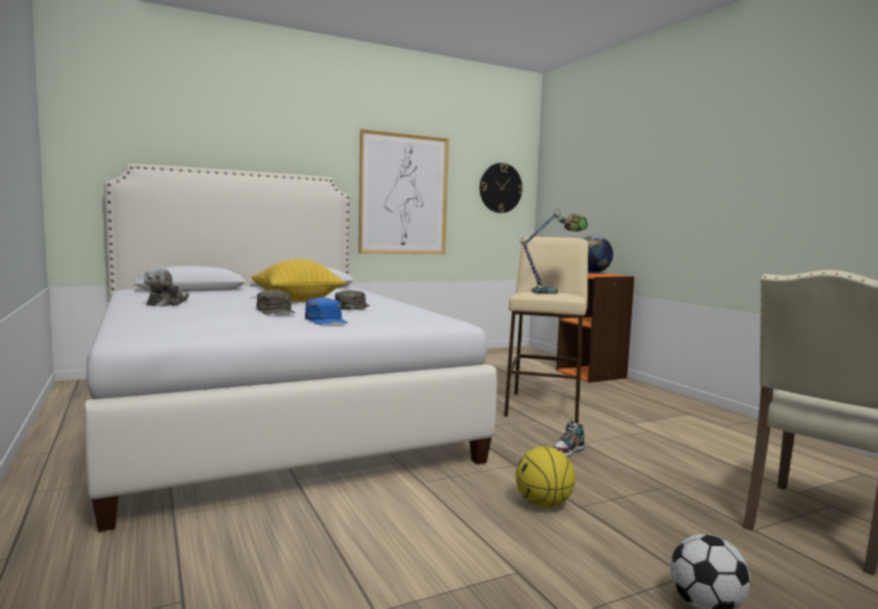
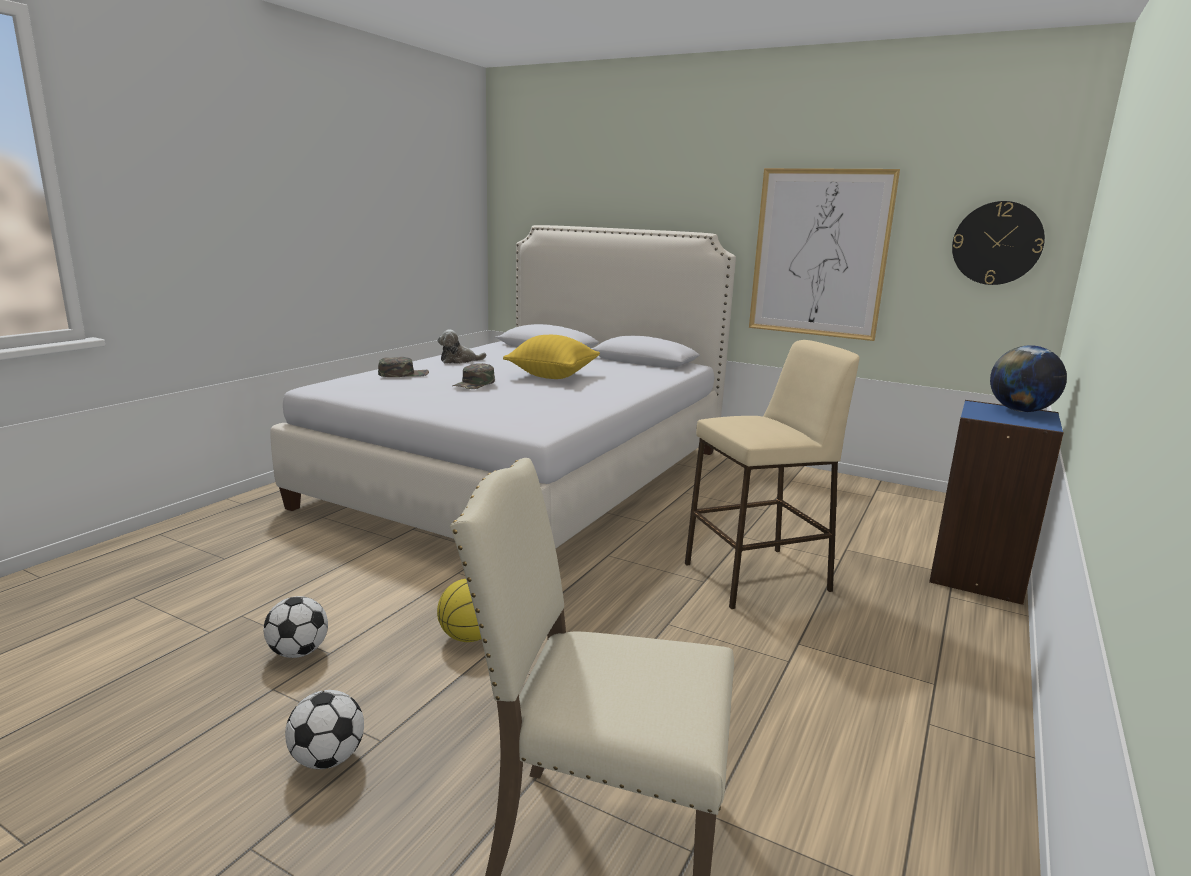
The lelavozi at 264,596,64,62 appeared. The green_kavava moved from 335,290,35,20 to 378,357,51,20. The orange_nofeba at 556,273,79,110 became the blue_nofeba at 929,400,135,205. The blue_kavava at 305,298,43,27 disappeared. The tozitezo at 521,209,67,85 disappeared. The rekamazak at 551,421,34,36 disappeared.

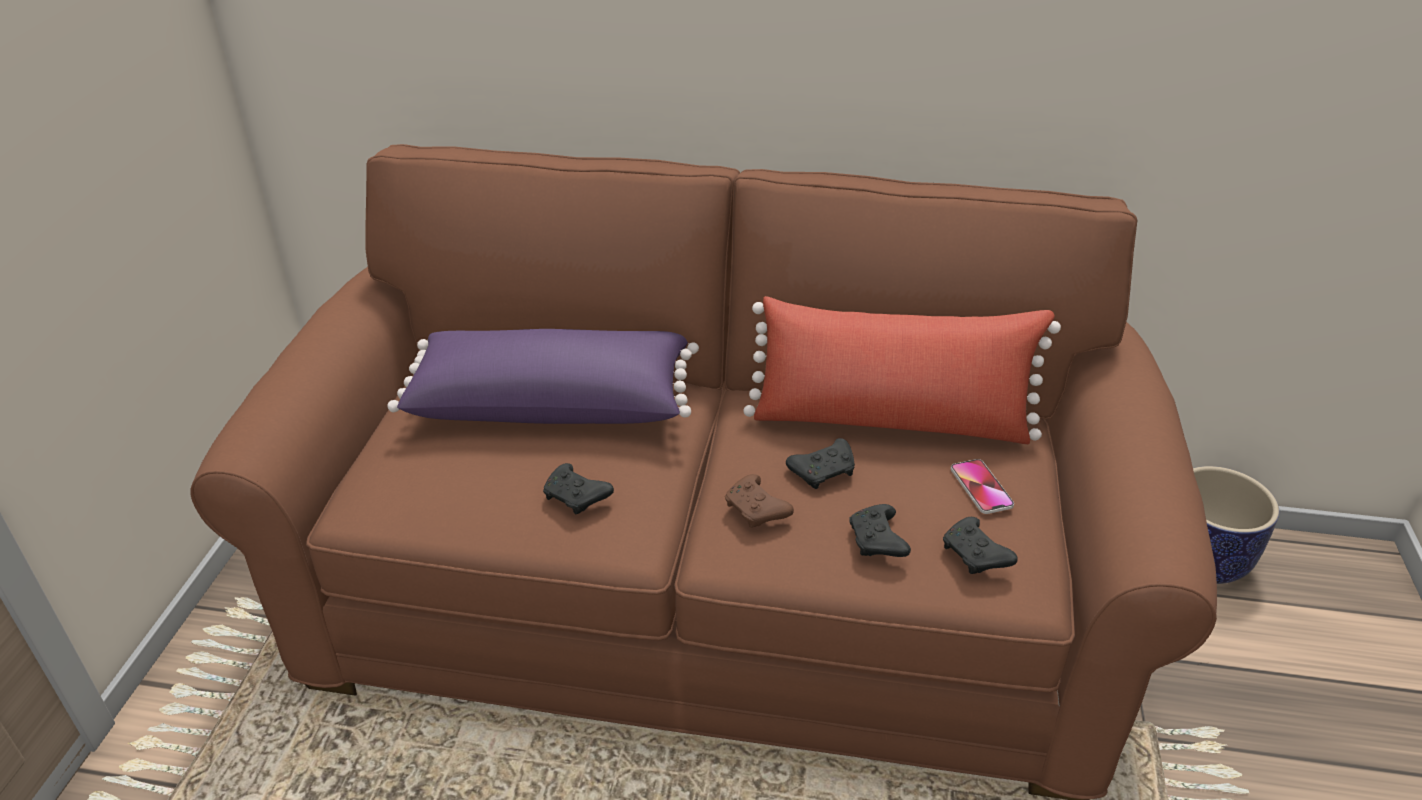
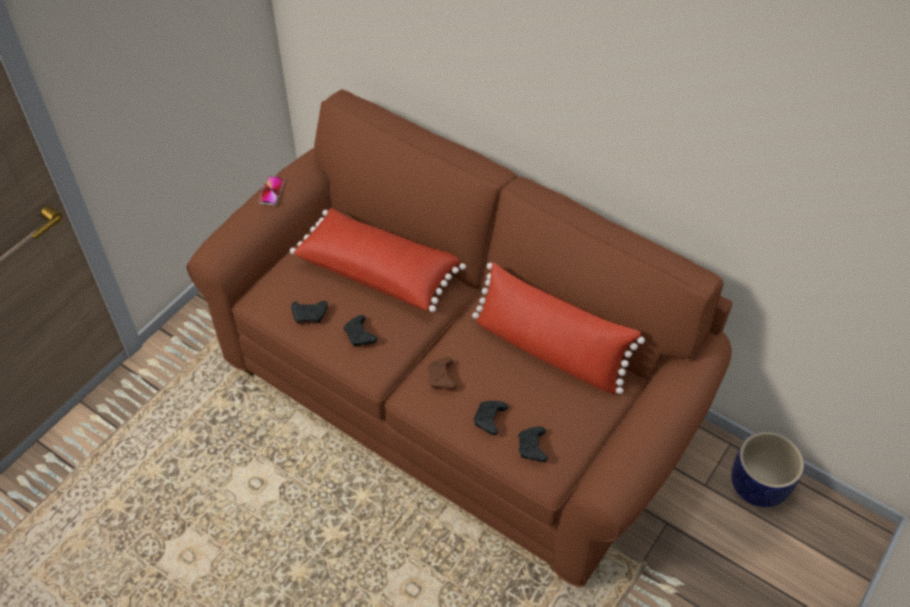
The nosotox moved from 951,459,63,55 to 258,176,27,29. The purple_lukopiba at 387,329,312,95 became the red_lukopiba at 290,207,176,105. The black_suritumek moved from 786,438,69,51 to 291,301,37,23.

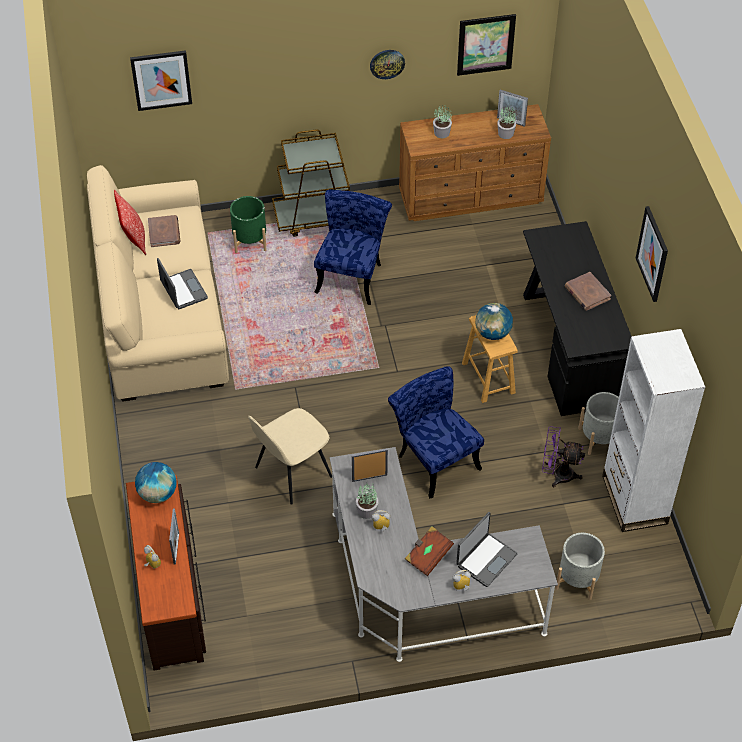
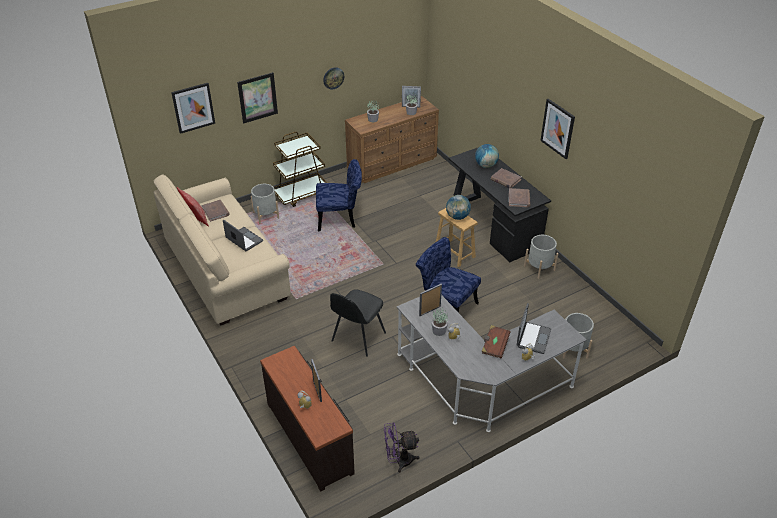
The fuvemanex moved from 457,14,59,62 to 237,72,41,52. The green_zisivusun at 230,196,37,57 became the grey_zisivusun at 251,184,28,40. The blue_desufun at 314,189,78,116 turned 90 degrees clockwise. The beige_desufun at 248,408,84,97 became the black_desufun at 330,289,56,68. The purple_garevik moved from 542,426,43,61 to 384,422,35,51. The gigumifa moved from 135,462,42,41 to 475,144,24,24. The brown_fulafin at 509,188,21,19 appeared. The white_nofeba at 602,329,103,203 disappeared.

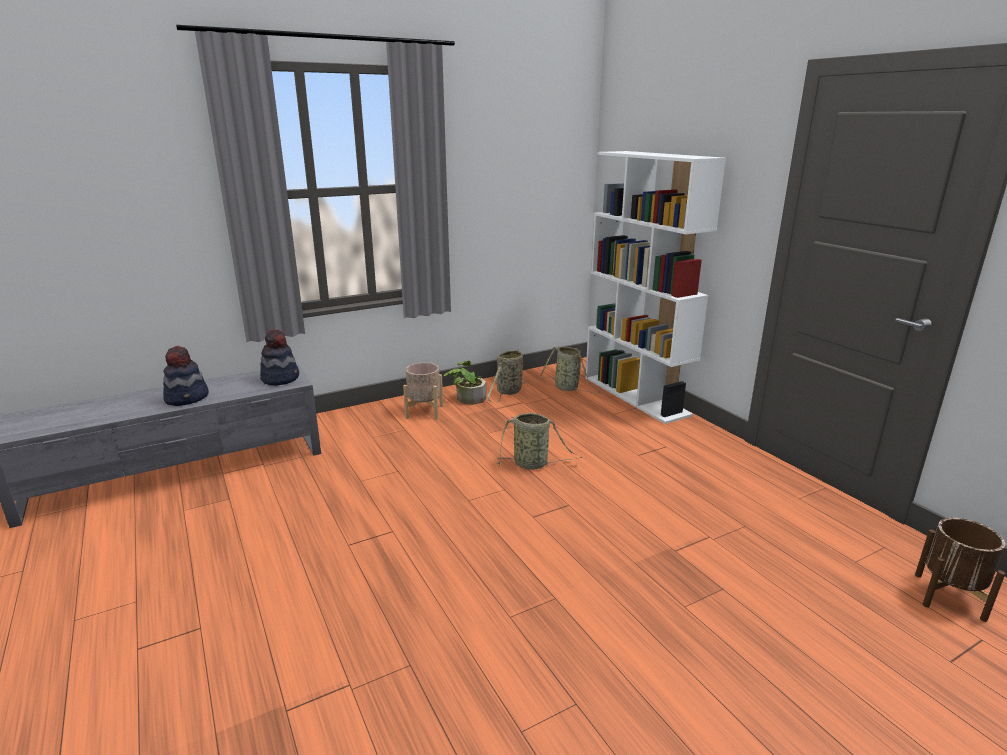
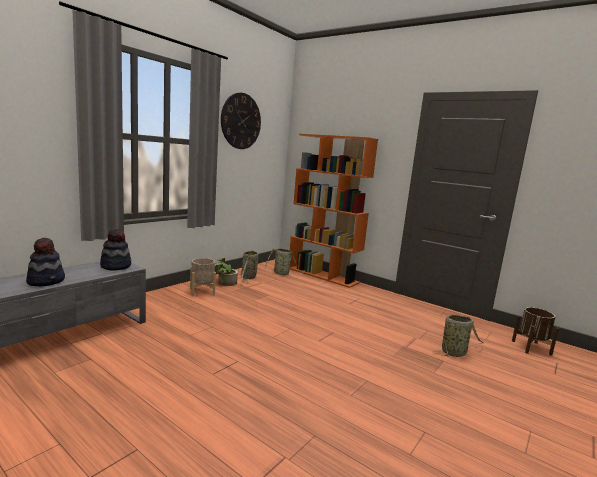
The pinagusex at 221,93,40,56 appeared. The white_nofeba at 585,151,141,273 became the orange_nofeba at 290,134,88,154. The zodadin moved from 495,413,88,56 to 432,314,51,43.

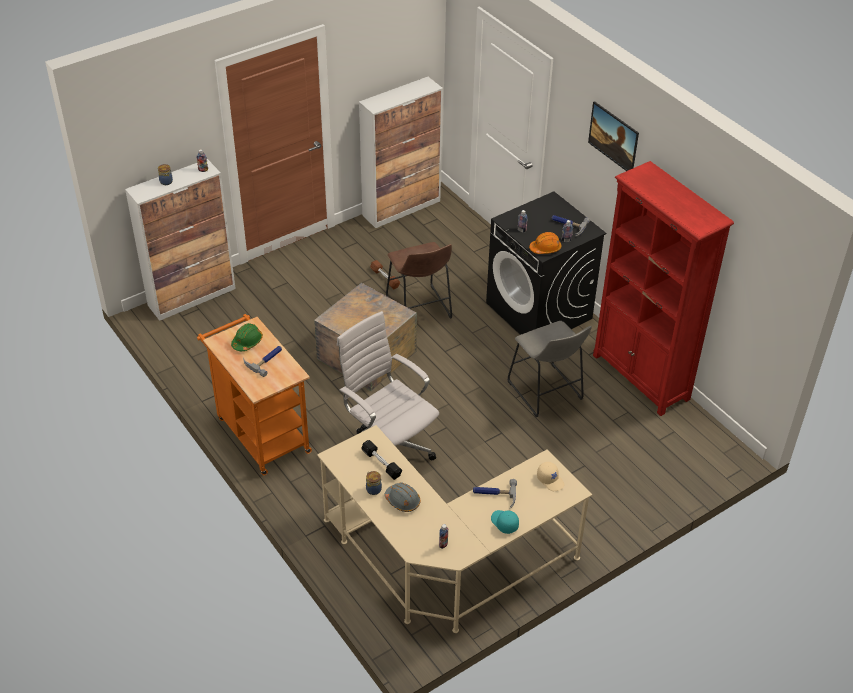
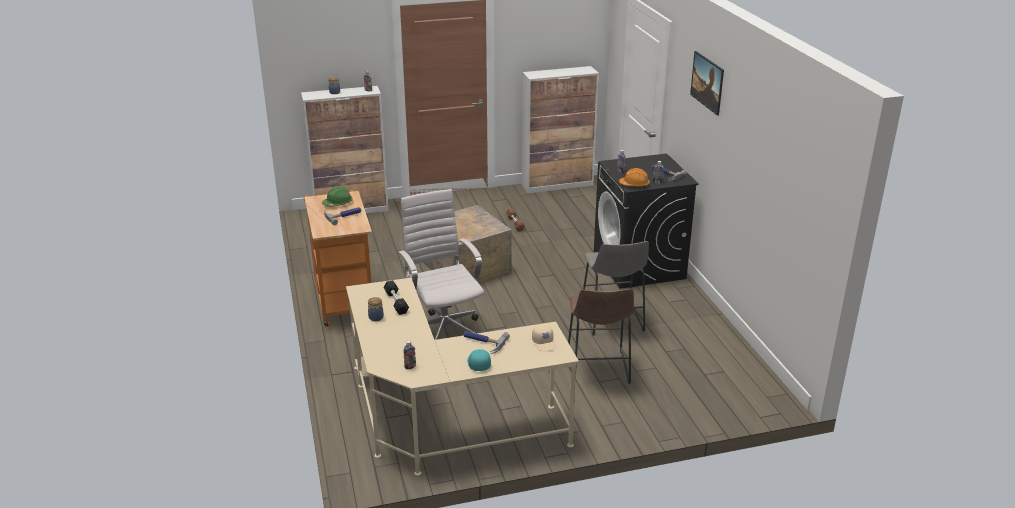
The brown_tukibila moved from 386,242,66,76 to 568,288,66,96. The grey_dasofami at 385,483,36,29 disappeared. The red_nofeba at 593,161,141,255 disappeared.

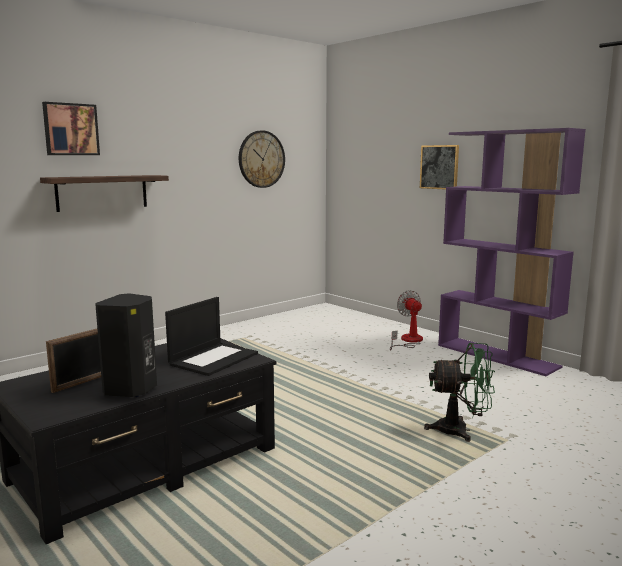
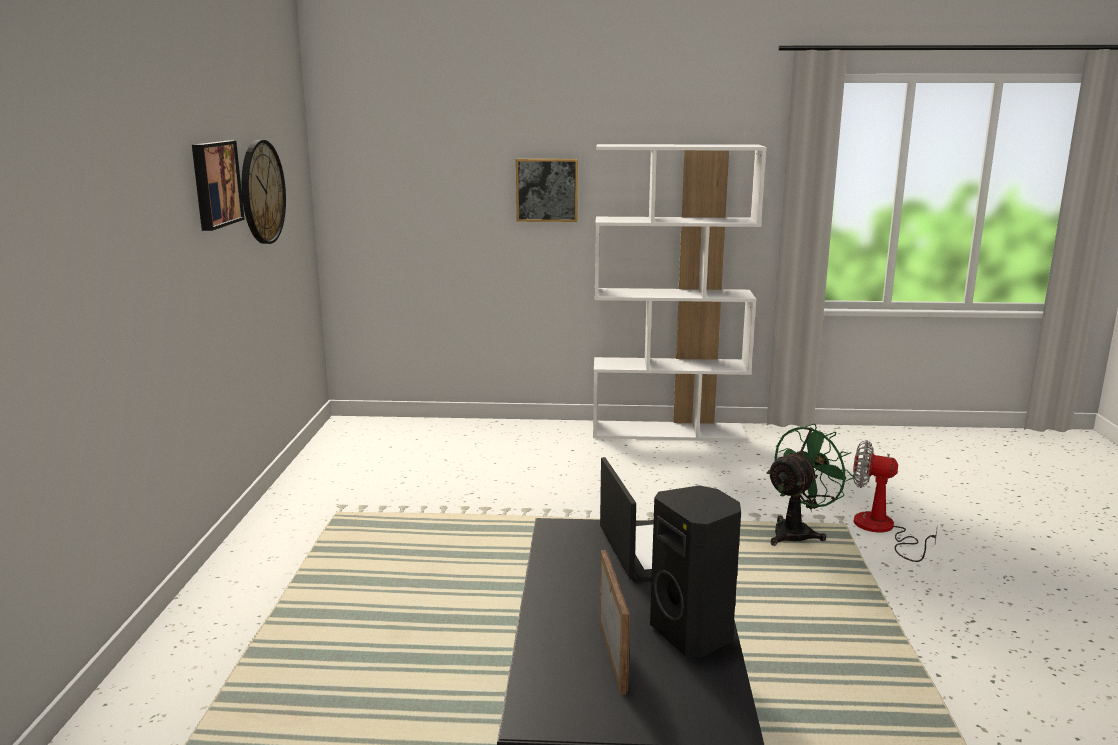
The fuvemanex moved from 42,102,58,53 to 192,141,53,90. The purple_nofeba at 438,128,148,248 became the white_nofeba at 593,144,174,297. The garevik moved from 390,290,33,60 to 853,440,85,122. The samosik at 40,175,129,37 disappeared.

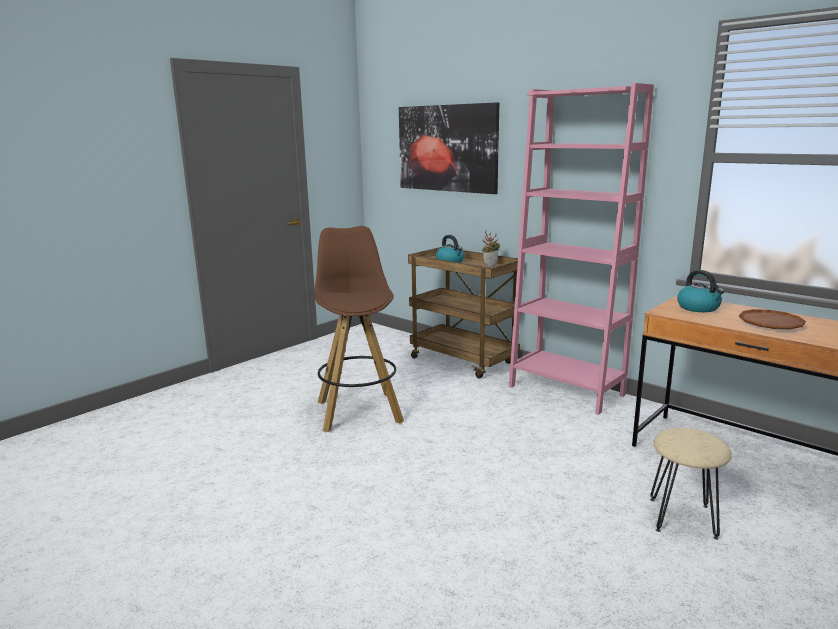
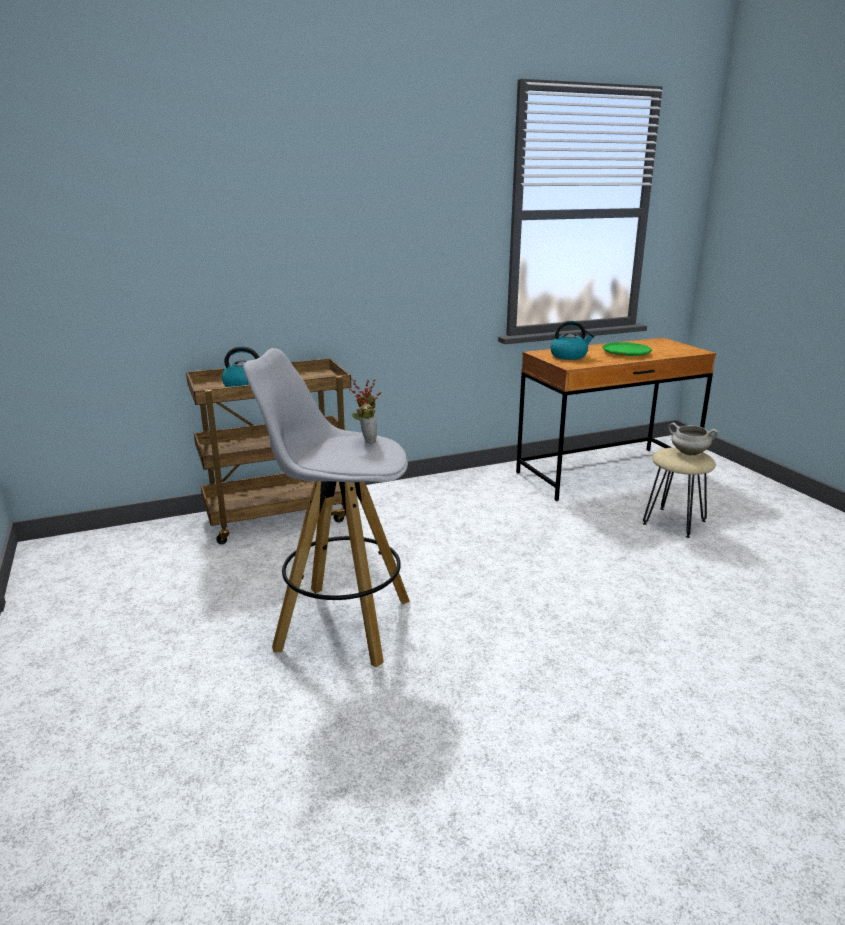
The brown_tukibila at 315,226,89,206 became the white_tukibila at 243,348,167,319. The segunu moved from 482,231,18,37 to 348,378,34,66. The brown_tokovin at 739,309,67,20 became the green_tokovin at 602,342,50,14. The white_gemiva at 669,423,49,32 appeared. The fuvemanex at 399,102,100,92 disappeared. The pink_nofeba at 509,83,145,332 disappeared.

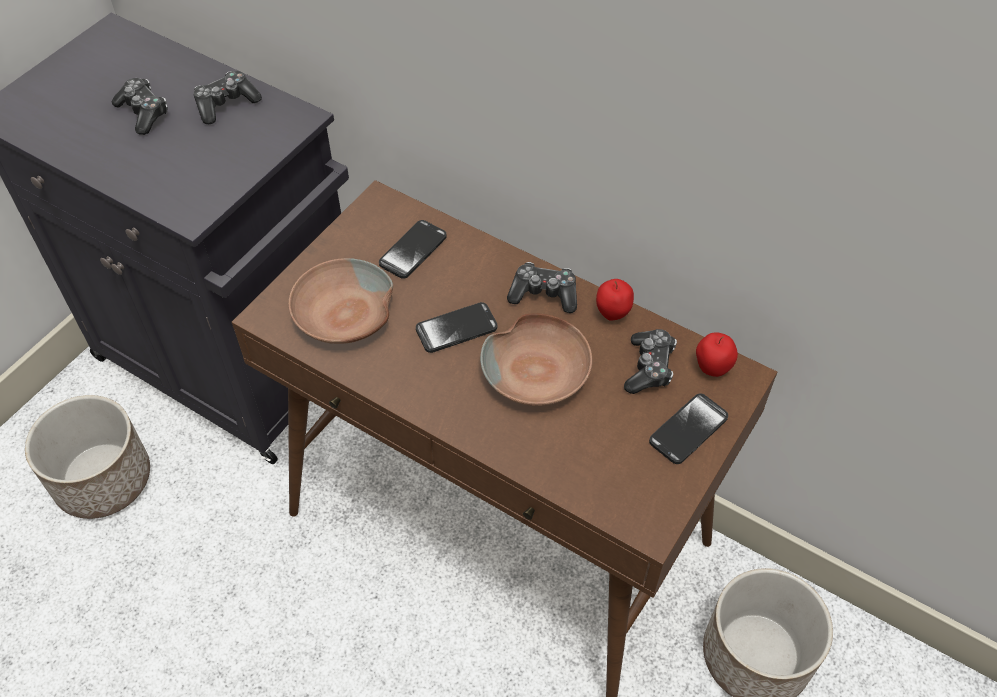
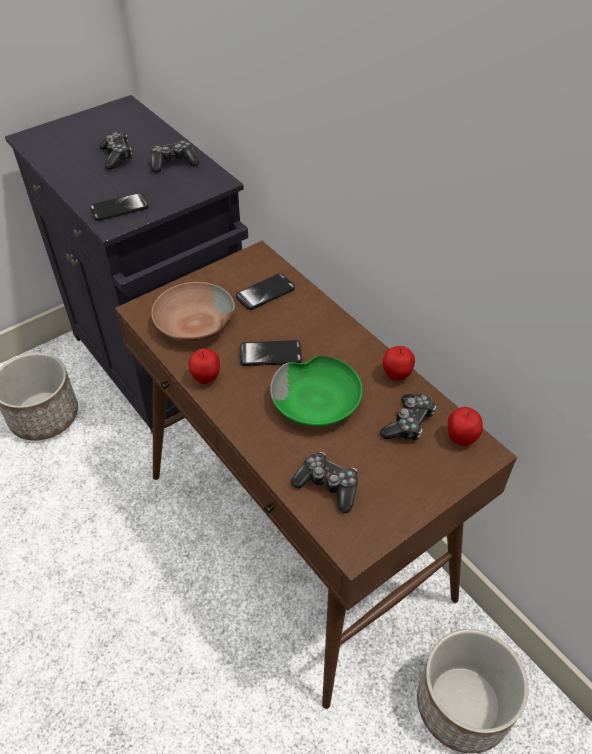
The nosotox moved from 649,393,79,71 to 89,193,60,28. The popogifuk at 189,348,31,36 appeared. The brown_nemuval at 480,313,112,93 became the green_nemuval at 270,355,93,72. The suritumek moved from 507,262,70,51 to 291,452,67,61.

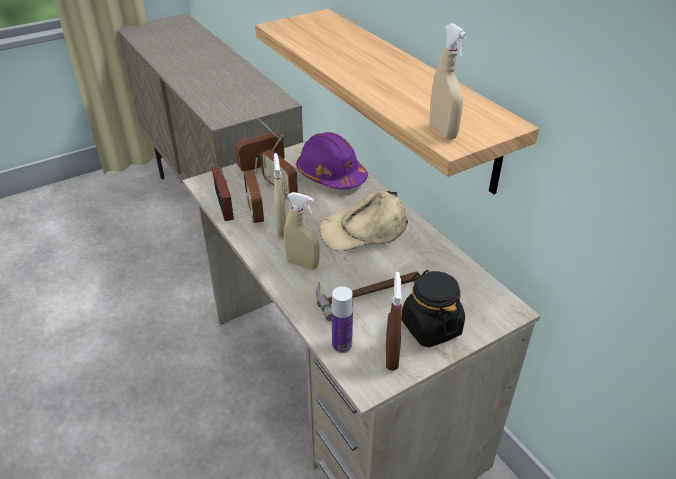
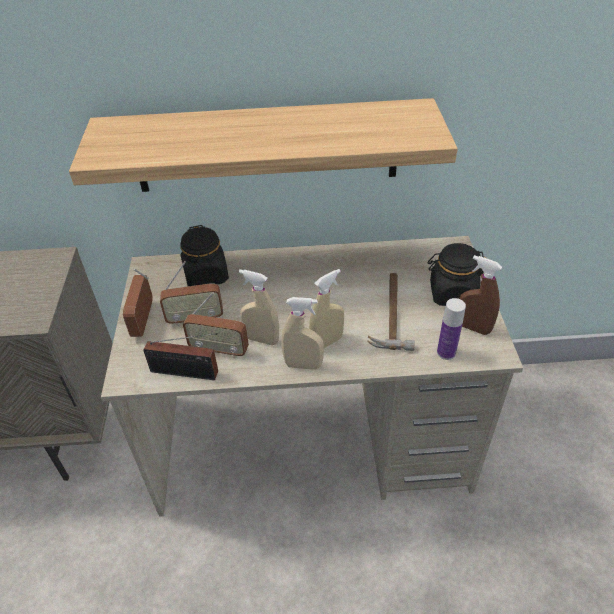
The purple_dasofami at 296,132,72,57 was replaced by the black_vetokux at 180,225,49,61. The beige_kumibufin moved from 430,23,37,117 to 281,297,43,73. The beige_kavava at 320,191,88,60 disappeared.

